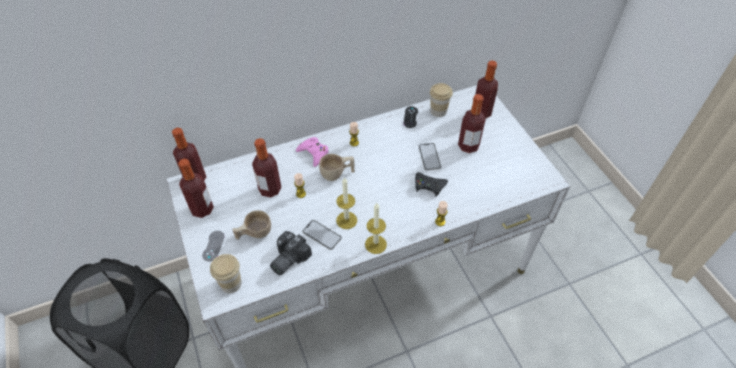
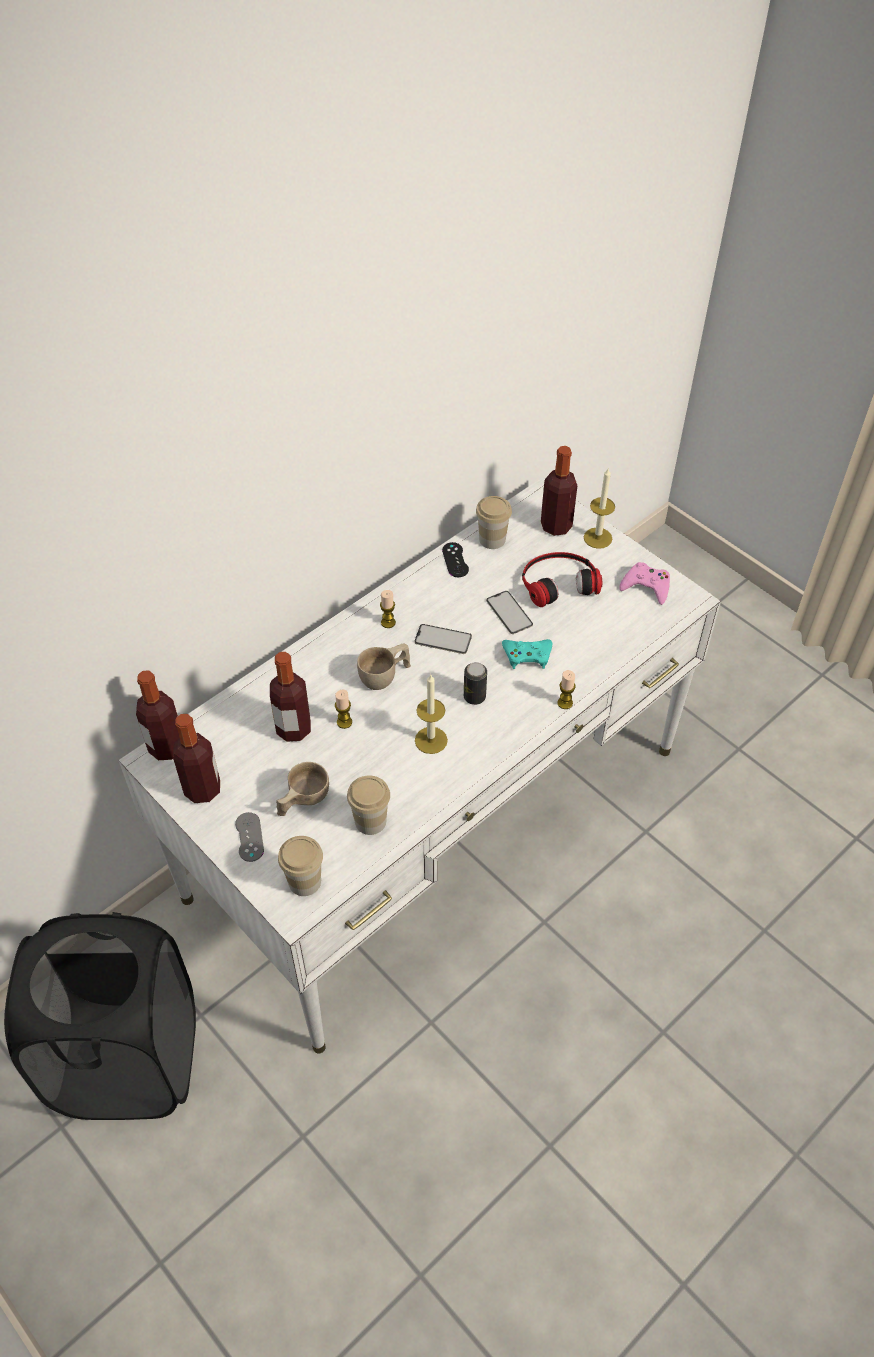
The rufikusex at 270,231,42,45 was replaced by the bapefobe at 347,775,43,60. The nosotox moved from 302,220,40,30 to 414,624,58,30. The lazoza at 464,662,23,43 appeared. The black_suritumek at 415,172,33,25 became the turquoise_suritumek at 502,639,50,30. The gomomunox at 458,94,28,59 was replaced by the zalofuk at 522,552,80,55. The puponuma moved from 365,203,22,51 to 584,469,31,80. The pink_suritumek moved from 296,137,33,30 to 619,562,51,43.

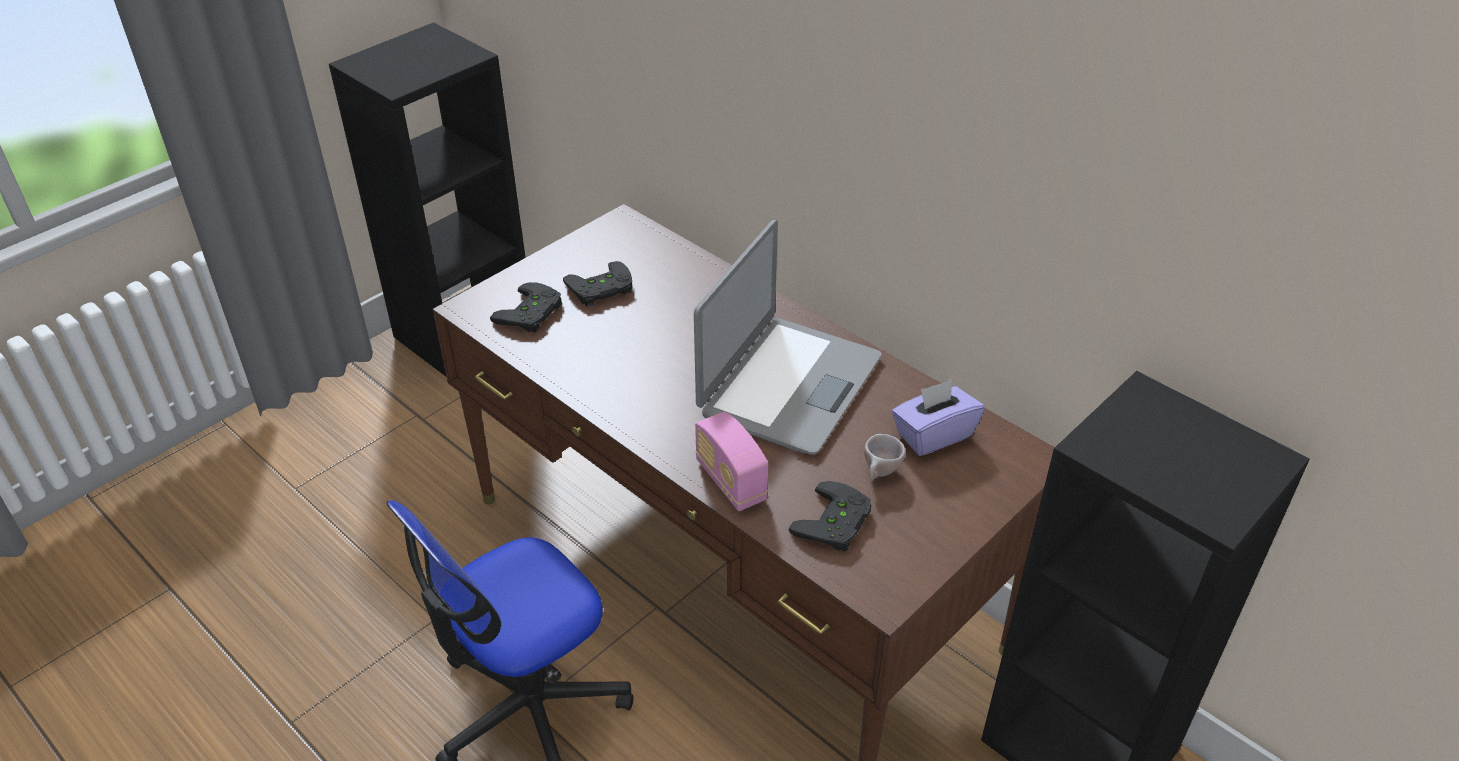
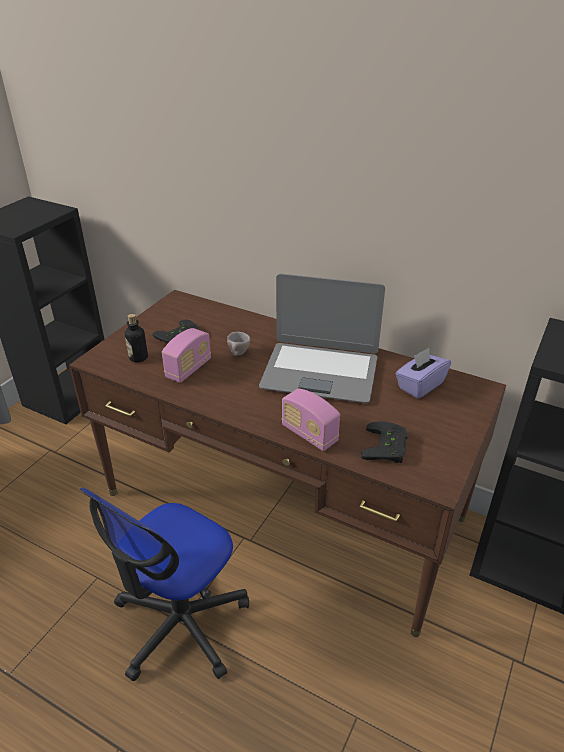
The black_suritumek at 490,282,72,51 was replaced by the gomomunox at 125,314,23,49. The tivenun at 162,328,49,55 appeared. The beige_bapefobe moved from 864,434,41,46 to 227,332,23,24. The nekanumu at 694,220,187,234 turned 90 degrees clockwise.

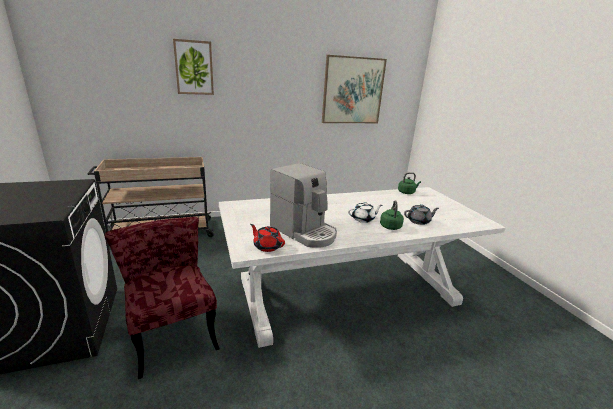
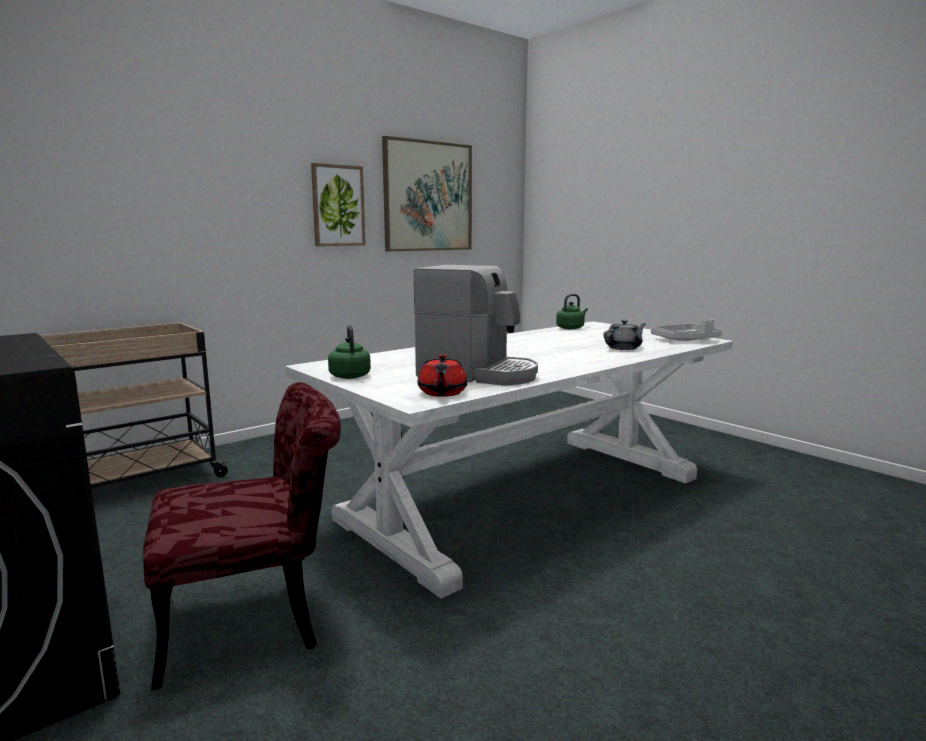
The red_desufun at 104,217,116,162 turned 120 degrees clockwise. The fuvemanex moved from 173,39,41,56 to 311,163,55,83. The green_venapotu moved from 380,200,24,30 to 328,325,43,54. The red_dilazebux at 250,224,35,28 turned 105 degrees counterclockwise. The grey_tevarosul at 651,319,71,22 appeared. The white_dilazebux at 348,202,34,21 disappeared.

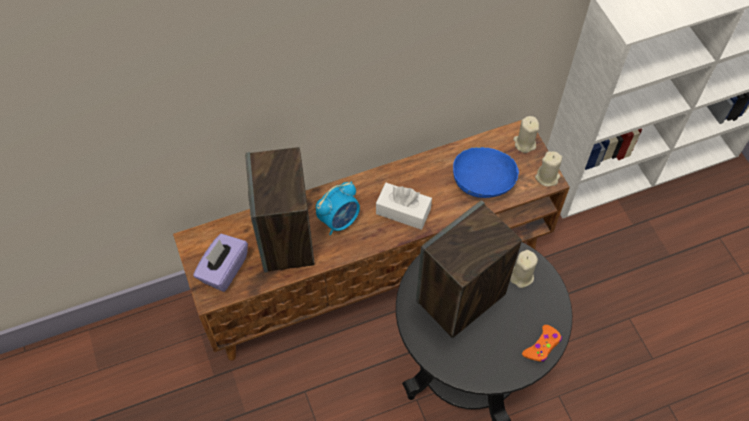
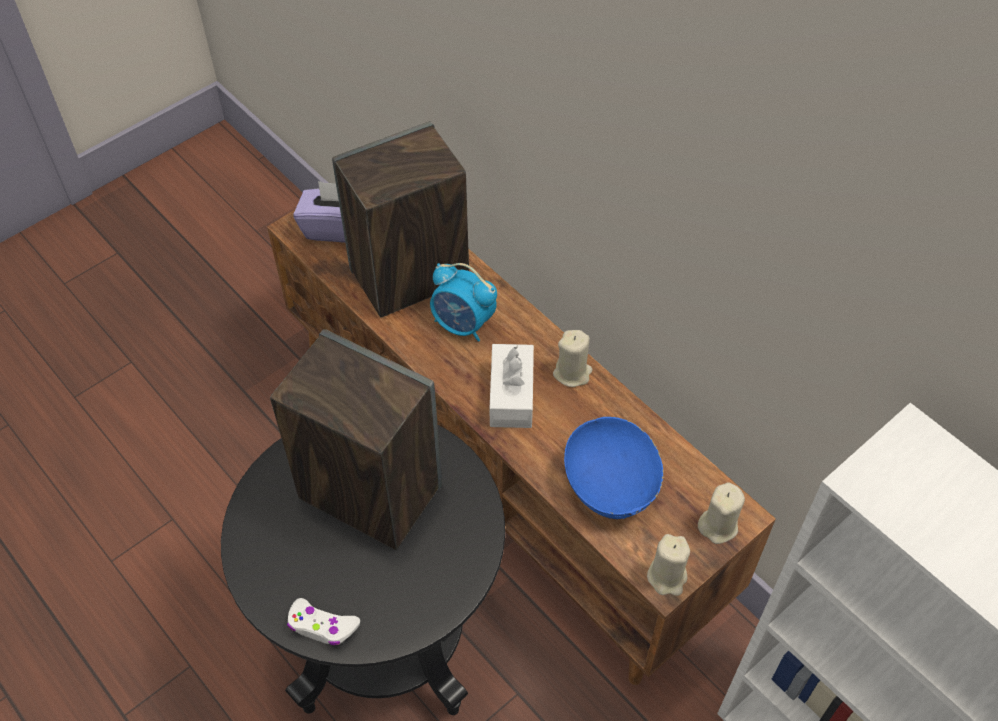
The orange_suritumek at 522,325,40,37 became the white_suritumek at 287,598,73,48. The beige_puponuma moved from 510,250,28,38 to 553,330,39,57.

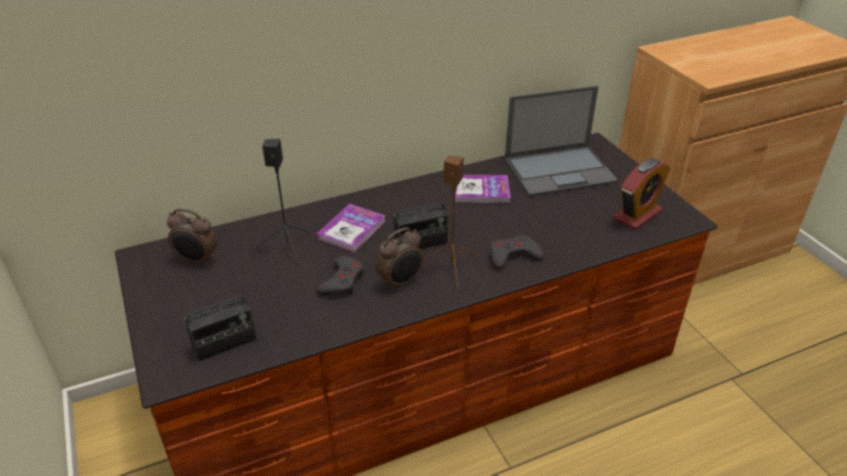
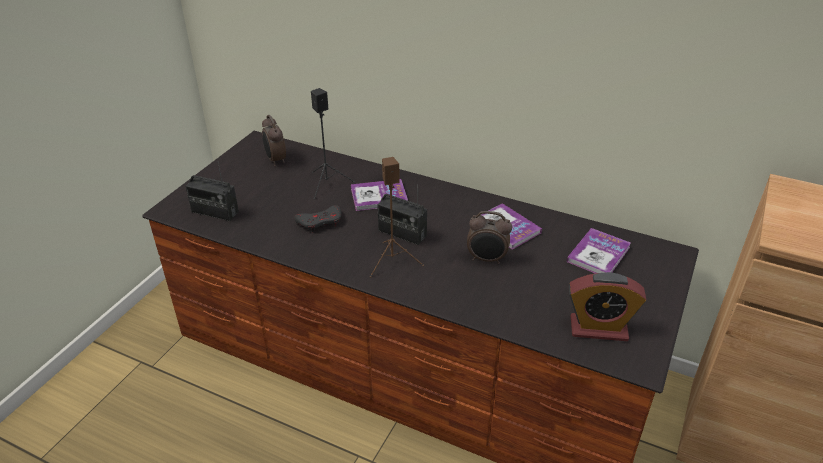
The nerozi moved from 376,227,47,64 to 467,211,45,53. The nekanumu at 504,85,114,112 was replaced by the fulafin at 567,228,64,46. The grey_suritumek at 490,235,54,34 disappeared.

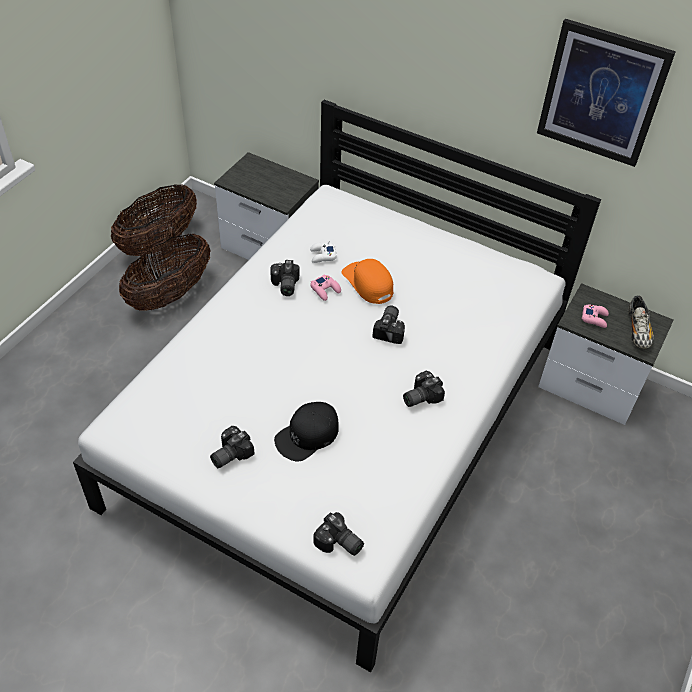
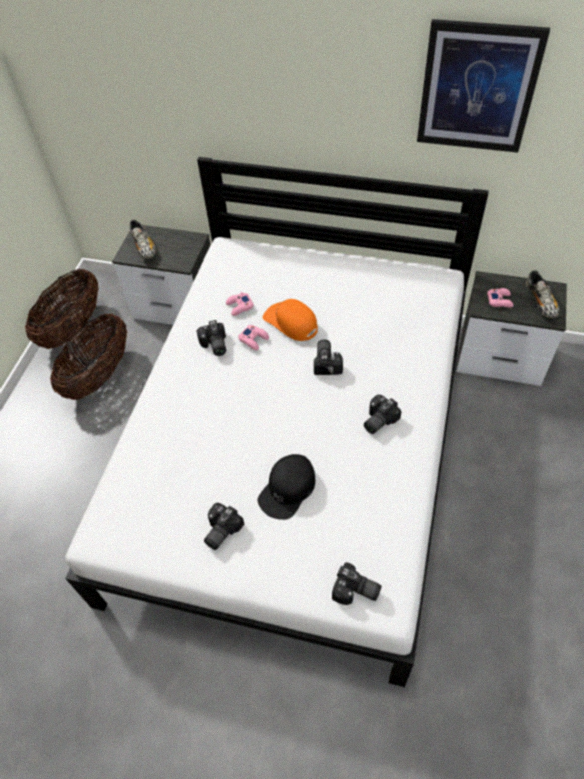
The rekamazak at 130,220,26,40 appeared. The white_suritumek at 310,241,27,22 became the pink_suritumek at 226,292,28,24.

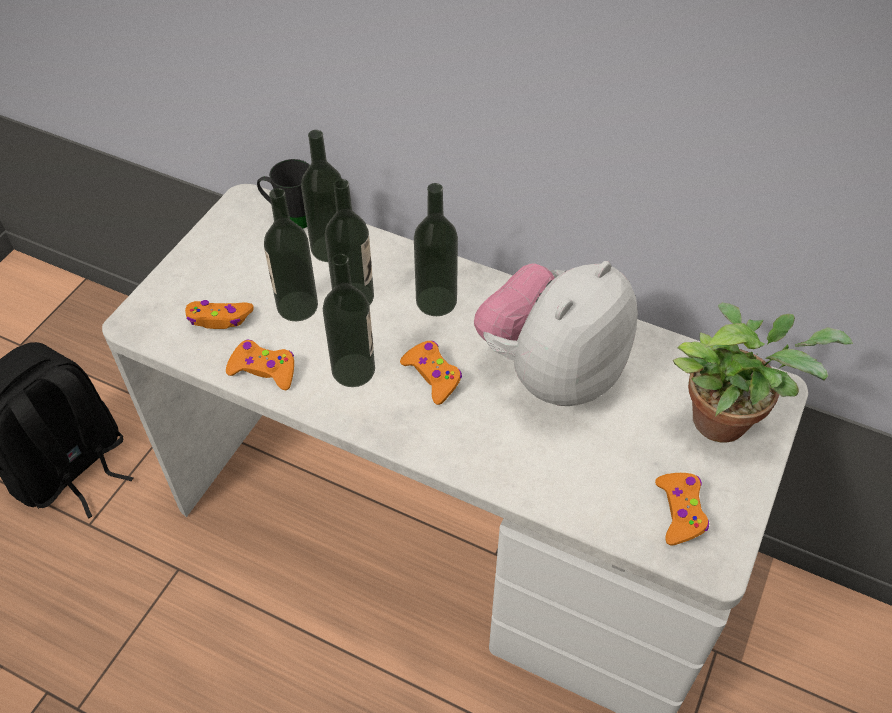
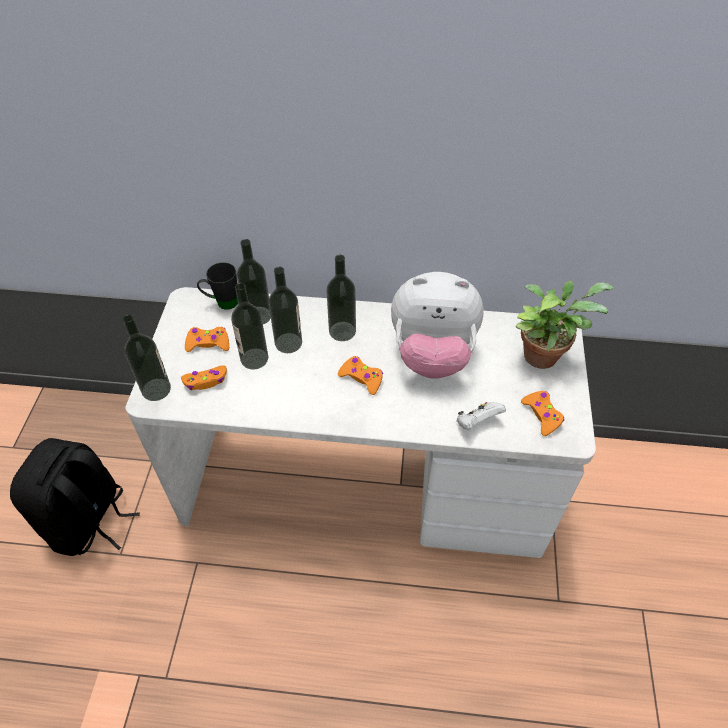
The gomomunox moved from 323,254,52,133 to 123,314,48,87. The orange_suritumek moved from 226,340,68,50 to 185,327,44,25. The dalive at 474,261,164,145 turned 105 degrees counterclockwise. The white_suritumek at 457,402,49,28 appeared.

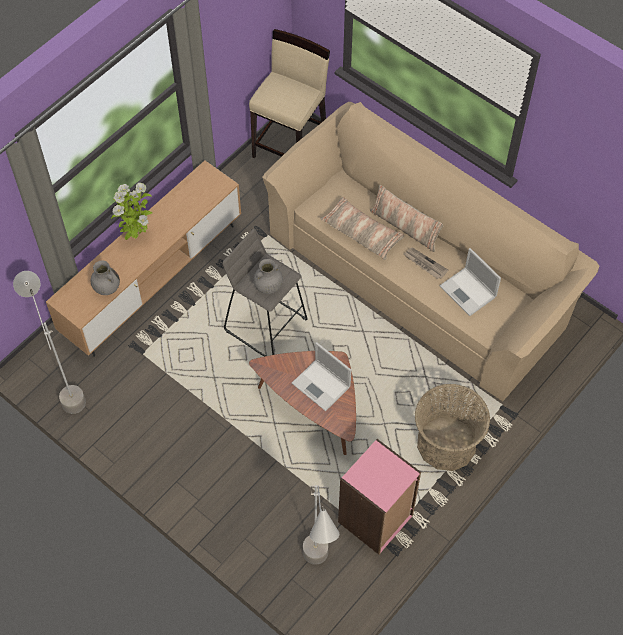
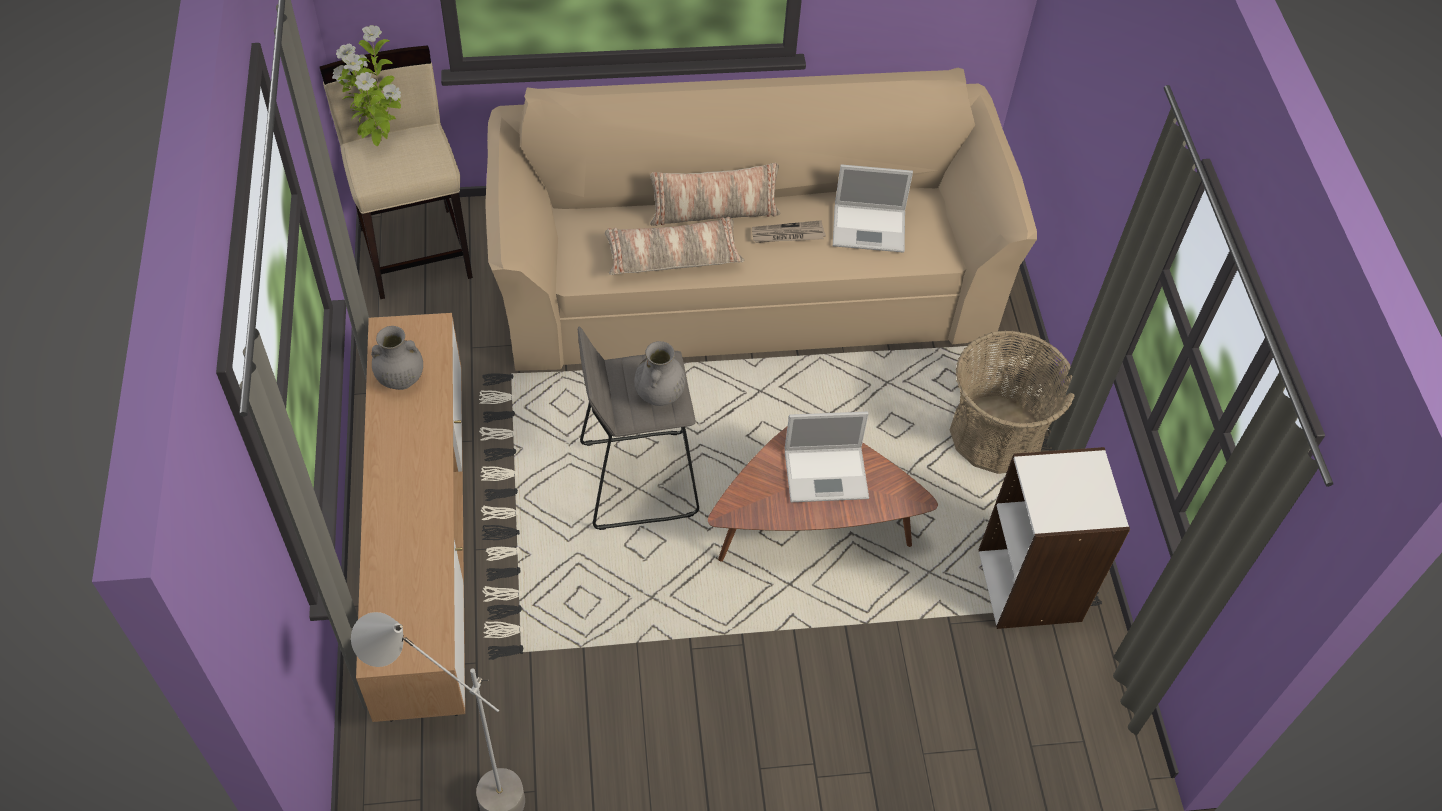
The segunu moved from 111,183,41,57 to 332,25,69,121. The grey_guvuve moved from 91,260,29,35 to 371,326,52,64. The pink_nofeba at 338,439,83,116 became the white_nofeba at 979,447,151,182. The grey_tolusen at 303,485,36,80 disappeared.

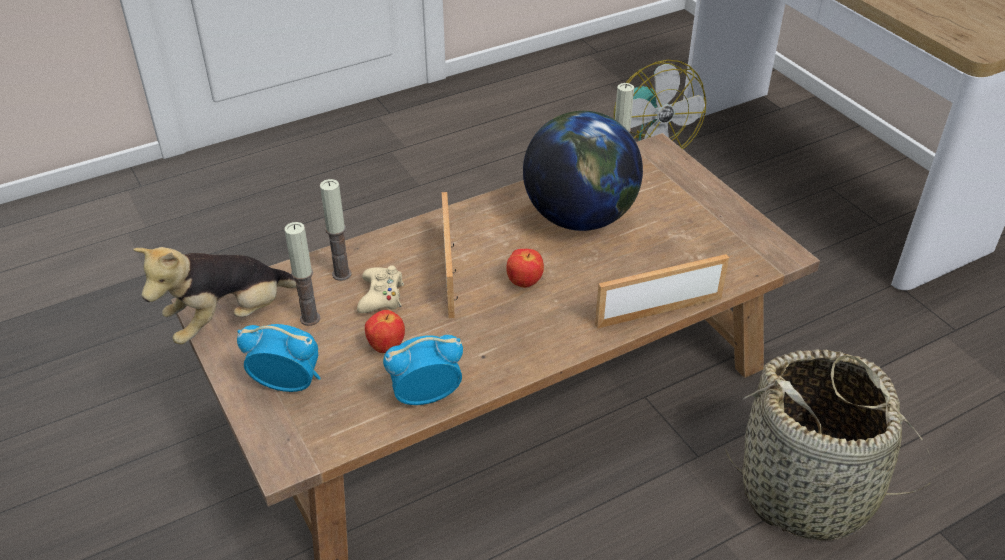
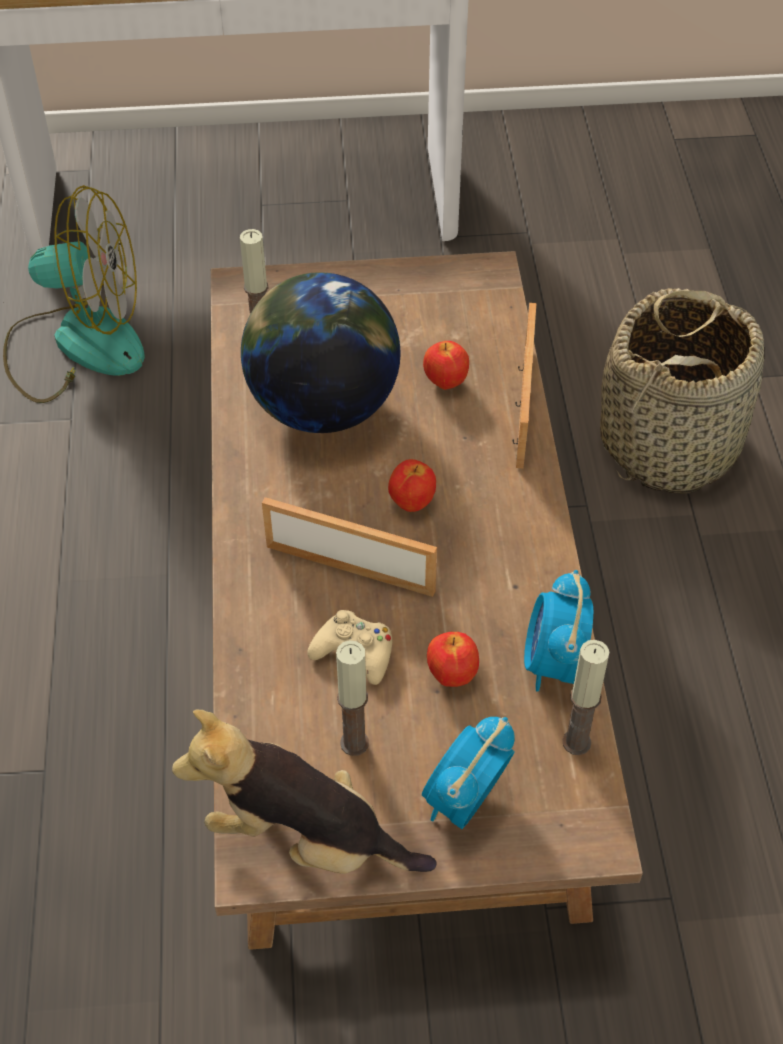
The dalive at 133,247,163,98 turned 120 degrees clockwise. The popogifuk at 423,341,46,49 appeared. The puponuma moved from 320,179,31,102 to 563,640,46,115.

